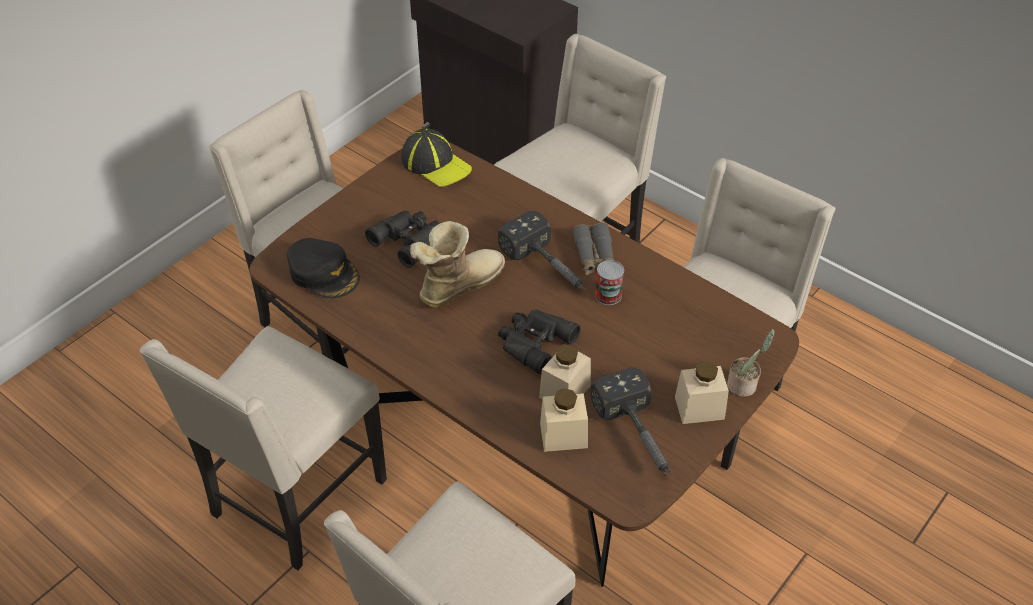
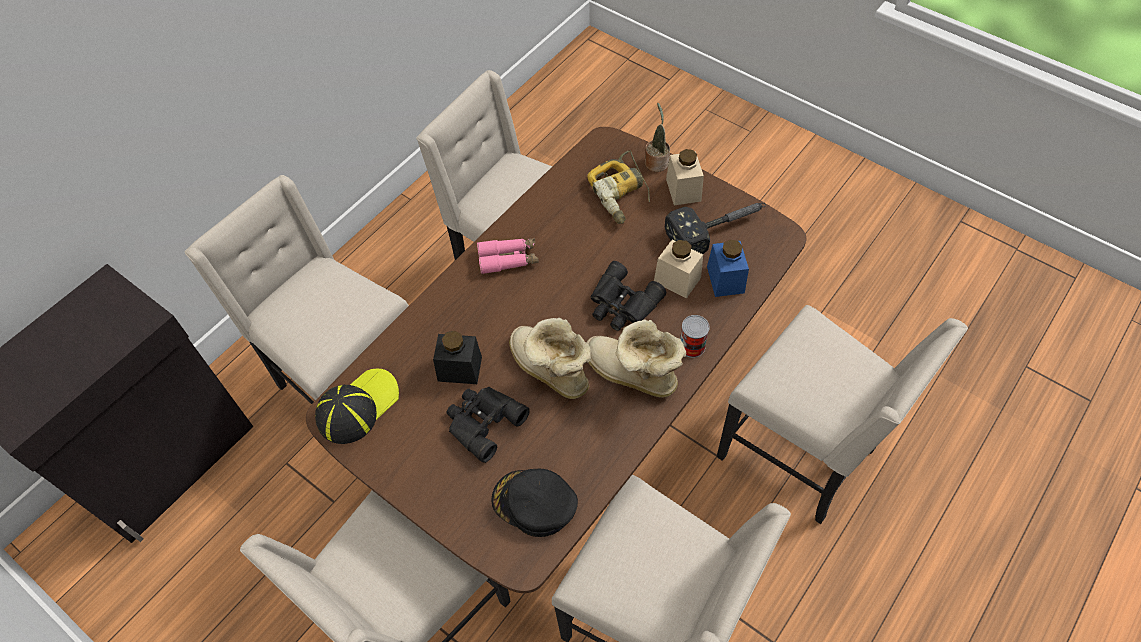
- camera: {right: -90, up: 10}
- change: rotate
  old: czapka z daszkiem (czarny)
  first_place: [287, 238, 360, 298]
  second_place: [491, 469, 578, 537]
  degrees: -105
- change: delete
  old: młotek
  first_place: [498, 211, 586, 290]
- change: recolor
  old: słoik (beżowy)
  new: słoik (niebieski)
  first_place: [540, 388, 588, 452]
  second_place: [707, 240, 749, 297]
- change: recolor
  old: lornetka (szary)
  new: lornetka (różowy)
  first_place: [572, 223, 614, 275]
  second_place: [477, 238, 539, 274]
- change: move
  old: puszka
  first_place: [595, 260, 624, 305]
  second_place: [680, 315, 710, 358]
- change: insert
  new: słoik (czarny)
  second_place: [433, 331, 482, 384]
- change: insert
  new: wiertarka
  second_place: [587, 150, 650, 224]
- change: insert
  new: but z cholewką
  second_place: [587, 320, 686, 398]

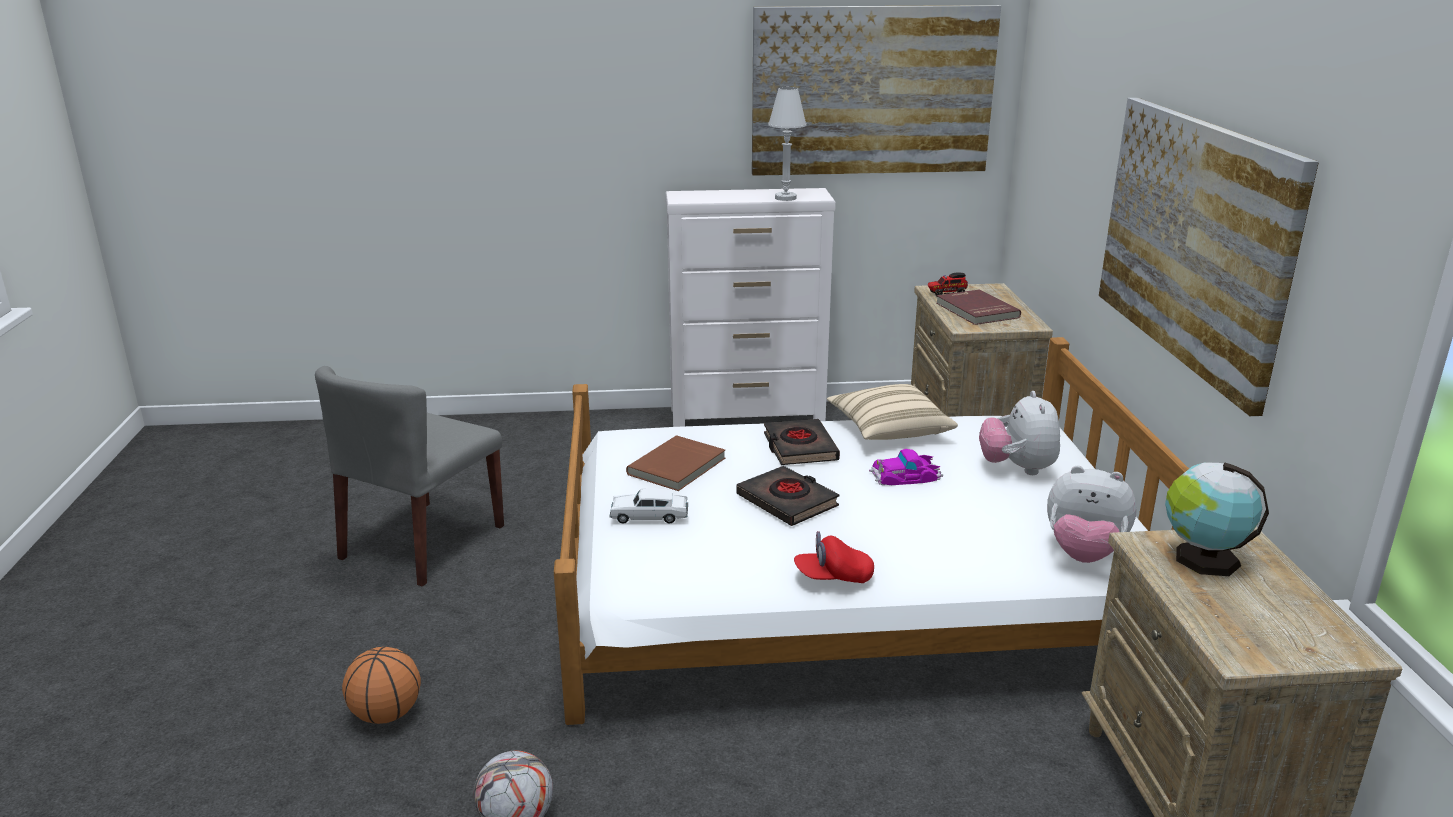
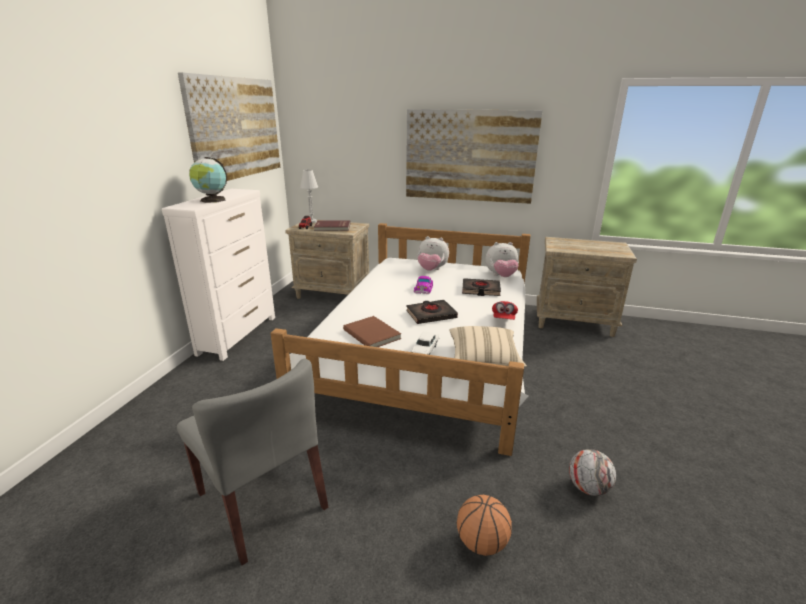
- camera: {right: -70, up: 0}
- change: move
  old: książka (czarny)
  first_place: [764, 419, 840, 465]
  second_place: [462, 278, 501, 296]
- change: move
  old: lampa stołowa (biały)
  first_place: [768, 87, 807, 201]
  second_place: [300, 170, 318, 223]
- change: move
  old: poduszka (beżowy)
  first_place: [827, 384, 958, 440]
  second_place: [449, 326, 527, 367]
- change: rotate
  old: pluszak
  first_place: [1047, 466, 1137, 563]
  second_place: [486, 242, 519, 277]
  degrees: 45
- change: move
  old: globus
  first_place: [1165, 462, 1269, 576]
  second_place: [189, 157, 227, 203]

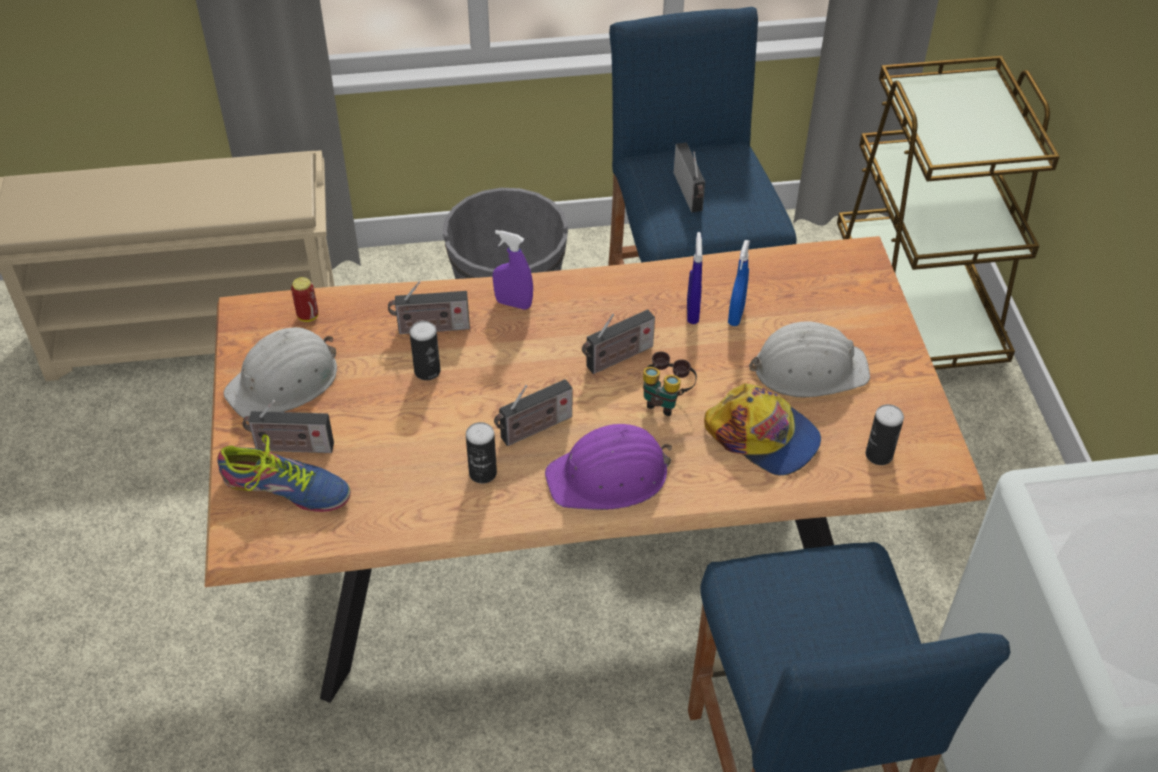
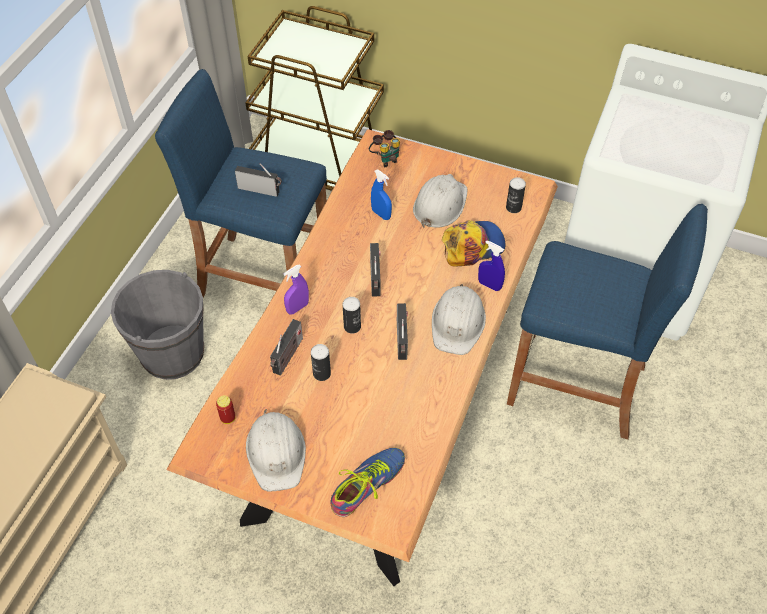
- camera: {right: -60, up: 5}
- change: delete
  old: radio
  first_place: [242, 400, 334, 453]
- change: move
  old: puszka
  first_place: [466, 422, 497, 484]
  second_place: [343, 297, 361, 334]
- change: recolor
  old: kask (fioletowy)
  new: kask (biały)
  first_place: [545, 424, 672, 510]
  second_place: [432, 284, 486, 355]
- change: move
  old: lornetka
  first_place: [643, 351, 697, 416]
  second_place: [369, 130, 400, 167]
- change: move
  old: spryskiwacz (niebieski)
  first_place: [687, 232, 703, 324]
  second_place: [478, 240, 505, 291]

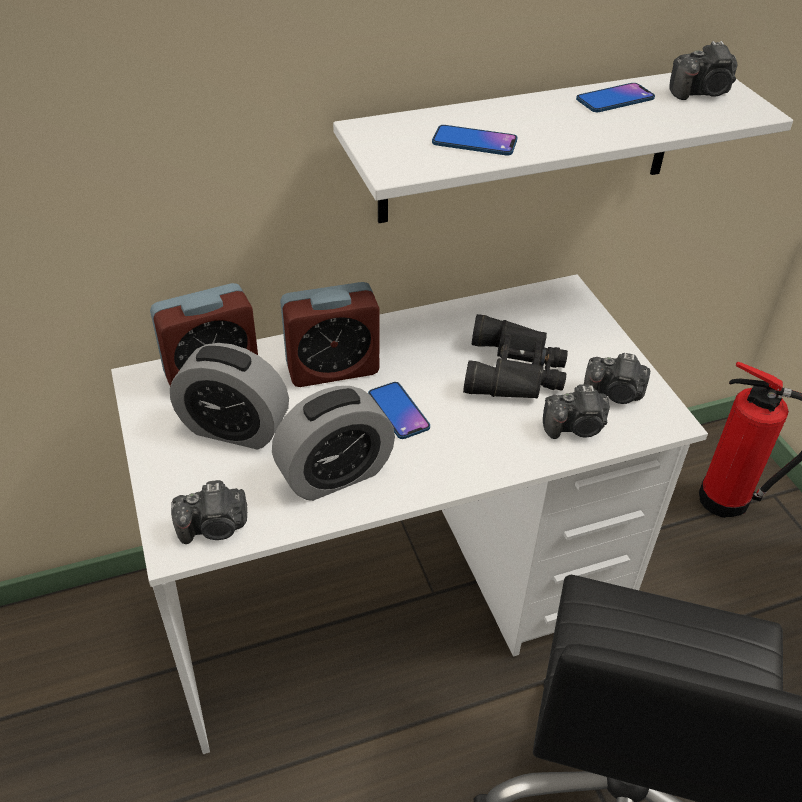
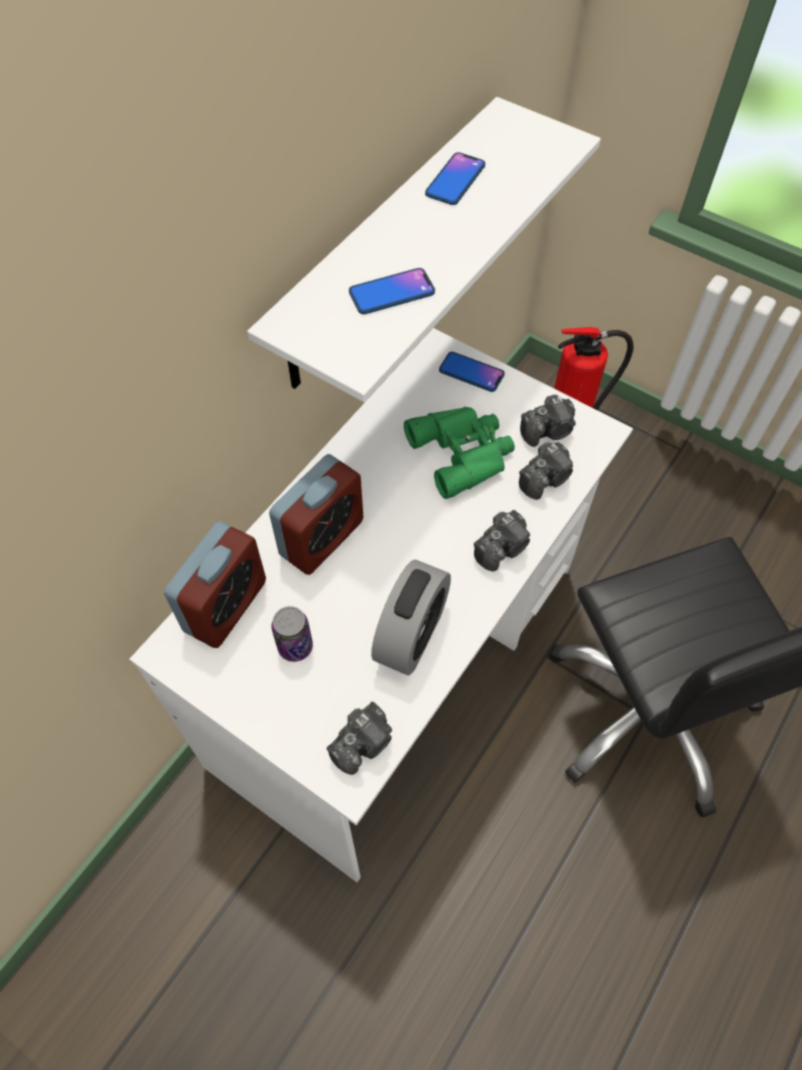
- camera: {right: -35, up: 15}
- change: replace
  old: budzik
  new: puszka
  first_place: [170, 343, 289, 449]
  second_place: [271, 606, 313, 662]
- change: move
  old: telefon
  first_place: [368, 382, 430, 439]
  second_place: [439, 352, 505, 392]
- change: recolor
  old: lornetka (czarny)
  new: lornetka (zielony)
  first_place: [463, 314, 568, 398]
  second_place: [404, 407, 515, 499]
- change: move
  old: aparat fotograficzny
  first_place: [669, 41, 738, 100]
  second_place: [474, 510, 530, 572]

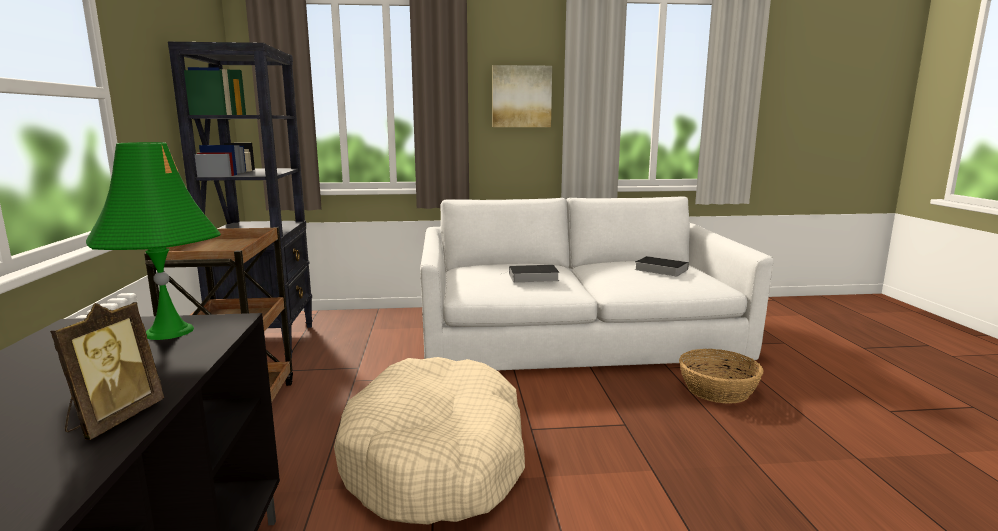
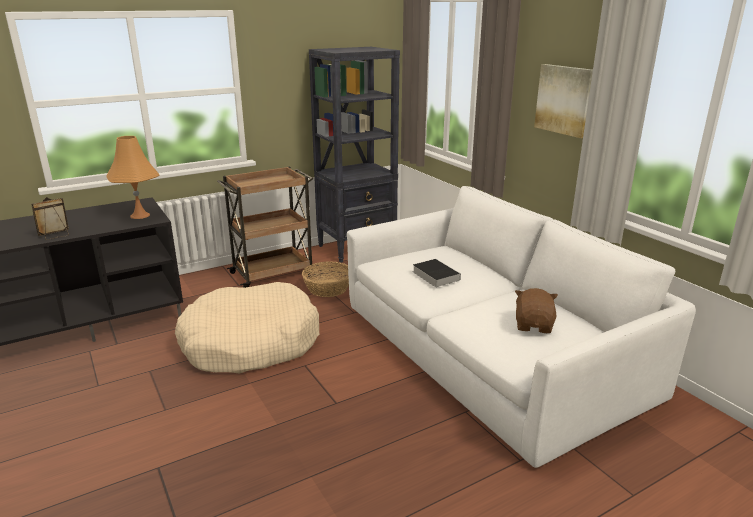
- camera: {right: 65, up: 10}
- change: rotate
  old: ramka na zdjęcie
  first_place: [50, 302, 164, 440]
  second_place: [31, 197, 69, 240]
  degrees: 150
- change: recolor
  old: lampa stołowa (zielony)
  new: lampa stołowa (pomarańczowy)
  first_place: [86, 142, 221, 340]
  second_place: [106, 136, 159, 219]
- change: replace
  old: książka
  new: pluszak (brązowy)
  first_place: [635, 256, 689, 276]
  second_place: [515, 288, 558, 333]
- change: move
  old: koszyk
  first_place: [679, 349, 764, 404]
  second_place: [302, 261, 349, 297]

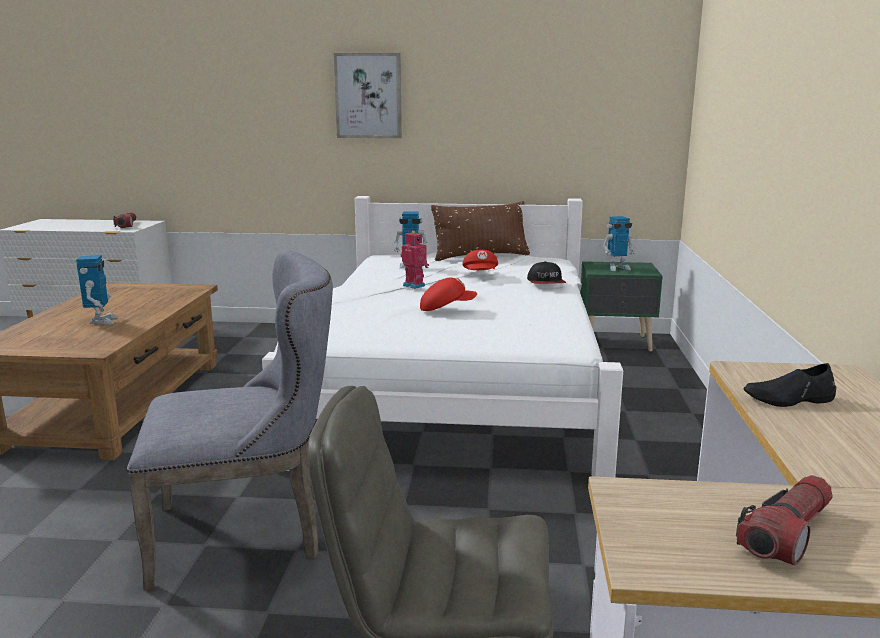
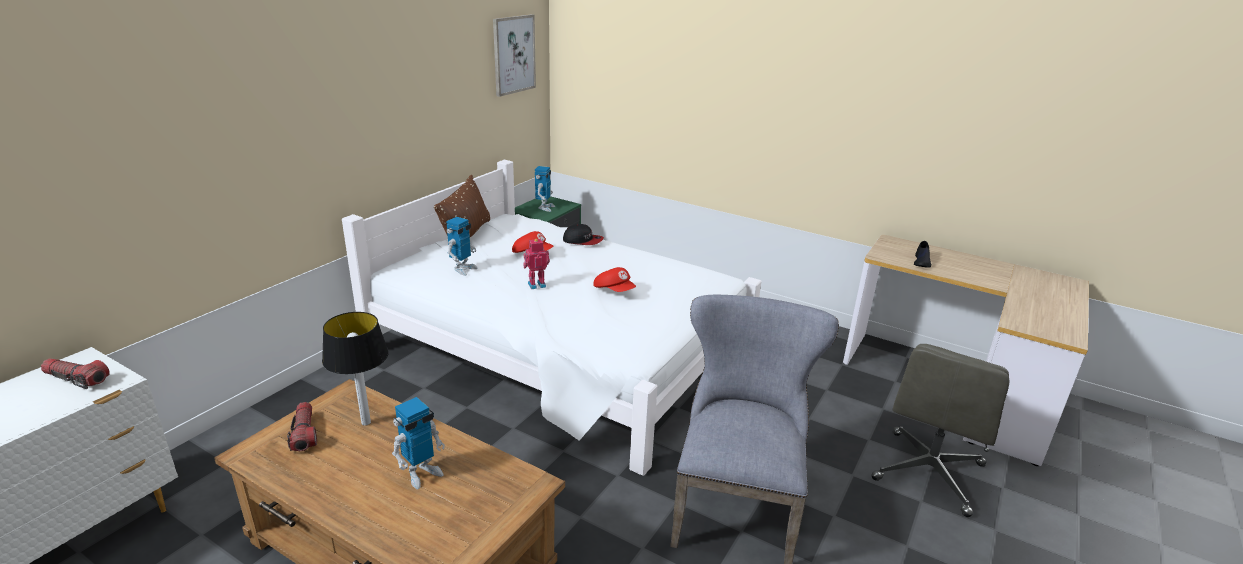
- camera: {right: -65, up: 10}
- change: rotate
  old: robot zabawkowy
  first_place: [76, 255, 119, 325]
  second_place: [392, 397, 445, 489]
  degrees: 120
- change: move
  old: obraz
  first_place: [334, 53, 402, 138]
  second_place: [493, 14, 536, 97]
- change: rotate
  old: czapka z daszkiem (czerwony)
  first_place: [420, 278, 477, 311]
  second_place: [593, 267, 636, 292]
  degrees: 120
- change: move
  old: latarka
  first_place: [736, 475, 833, 566]
  second_place: [287, 402, 317, 451]
- change: insert
  new: lampa stołowa
  second_place: [322, 312, 389, 426]

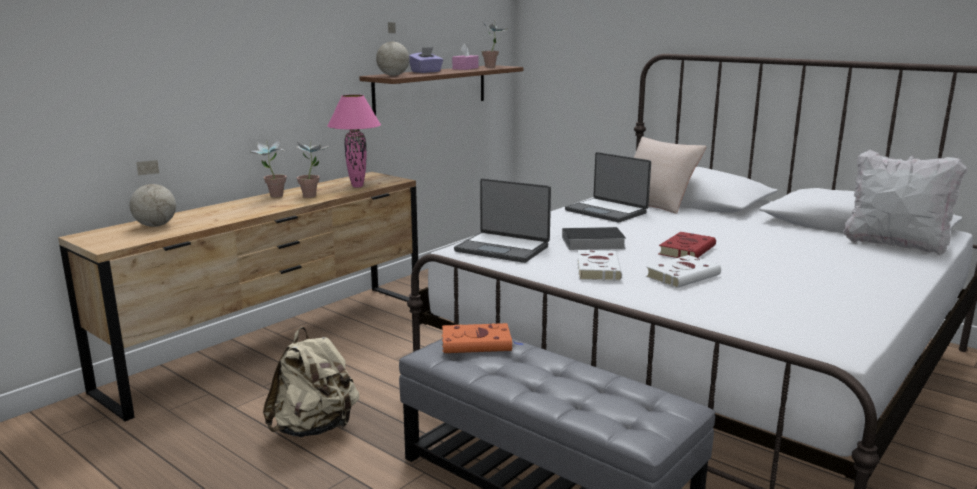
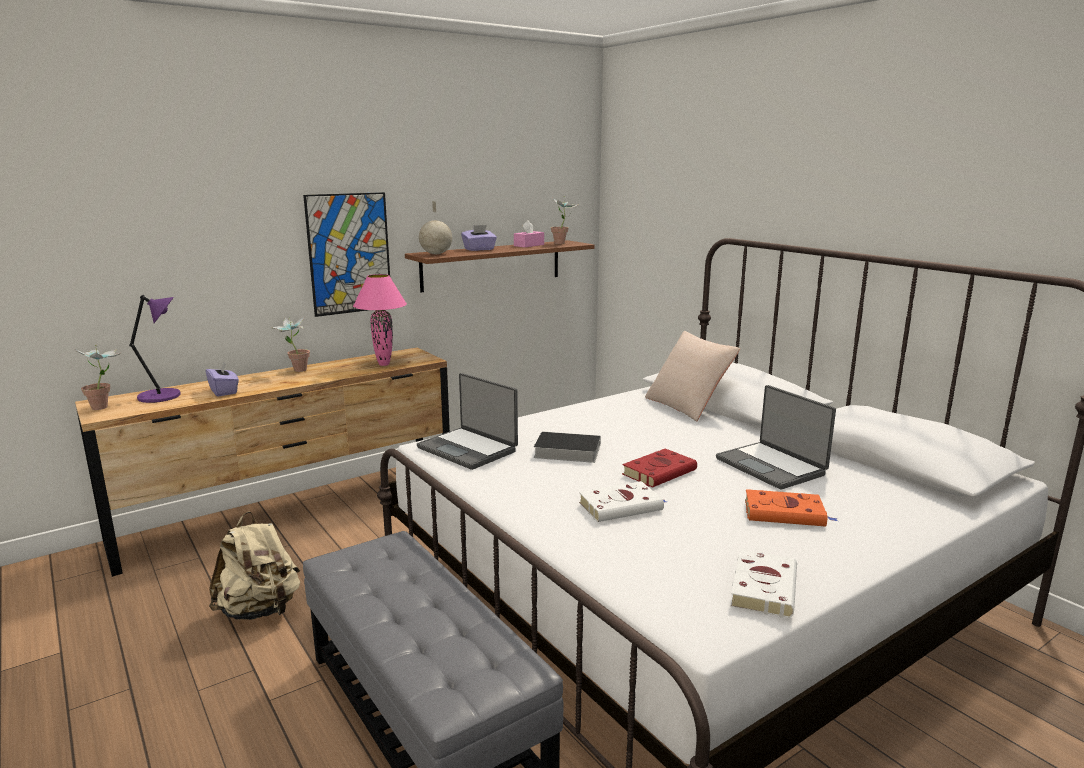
- camera: {right: 15, up: 0}
- change: replace
  old: globus
  new: lampa stołowa (fioletowy)
  first_place: [130, 160, 176, 227]
  second_place: [129, 295, 181, 403]
- change: move
  old: roślina doniczkowa
  first_place: [297, 139, 329, 198]
  second_place: [75, 345, 122, 410]
- change: move
  old: książka (pomarańczowy)
  first_place: [442, 323, 524, 353]
  second_place: [745, 489, 838, 527]
- change: move
  old: laptop
  first_place: [565, 152, 651, 222]
  second_place: [716, 385, 836, 489]
- change: move
  old: książka (biały)
  first_place: [577, 250, 622, 281]
  second_place: [730, 549, 797, 618]
- change: delete
  old: poduszka (biały)
  first_place: [843, 149, 968, 255]
- change: insert
  new: pudełko chusteczek (fioletowy)
  second_place: [205, 361, 239, 397]
- change: insert
  new: obraz
  second_place: [303, 192, 390, 317]

